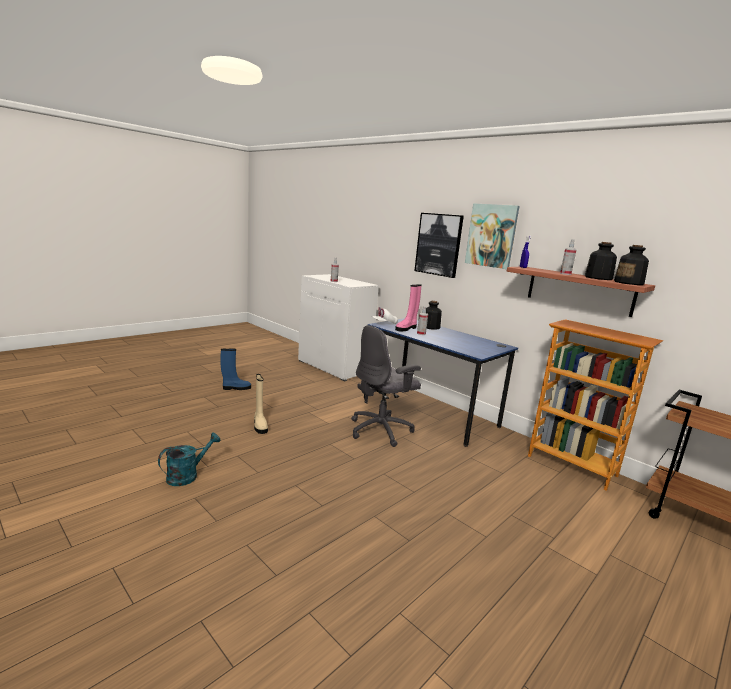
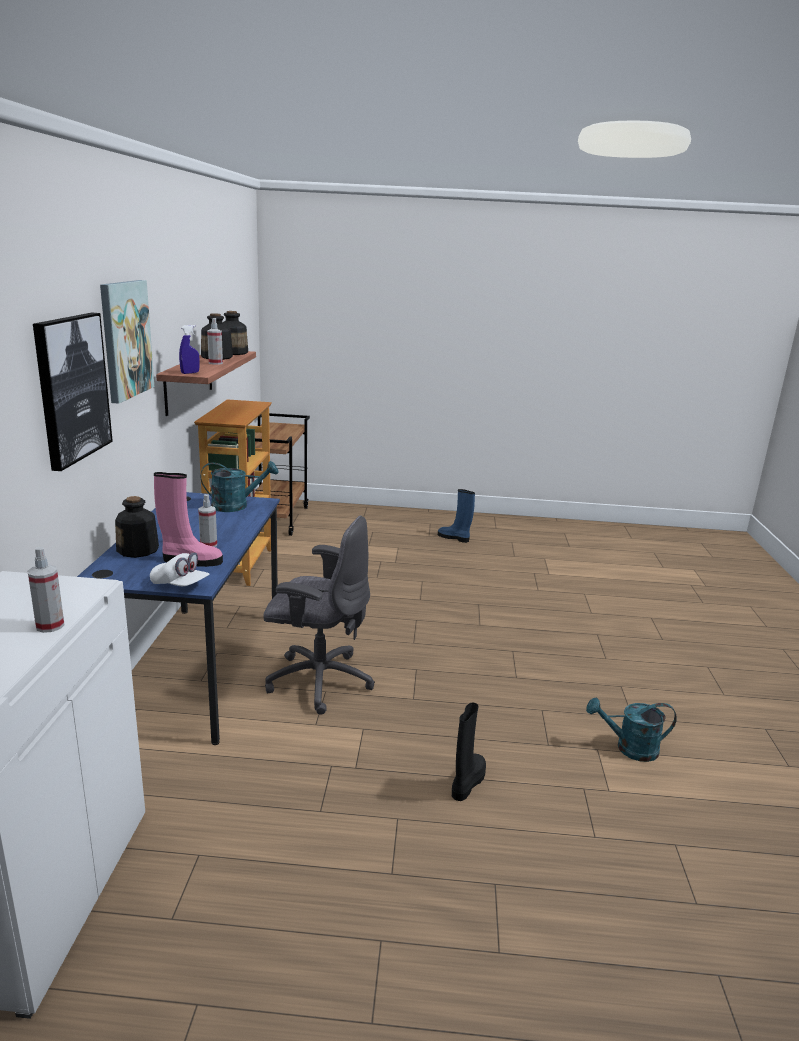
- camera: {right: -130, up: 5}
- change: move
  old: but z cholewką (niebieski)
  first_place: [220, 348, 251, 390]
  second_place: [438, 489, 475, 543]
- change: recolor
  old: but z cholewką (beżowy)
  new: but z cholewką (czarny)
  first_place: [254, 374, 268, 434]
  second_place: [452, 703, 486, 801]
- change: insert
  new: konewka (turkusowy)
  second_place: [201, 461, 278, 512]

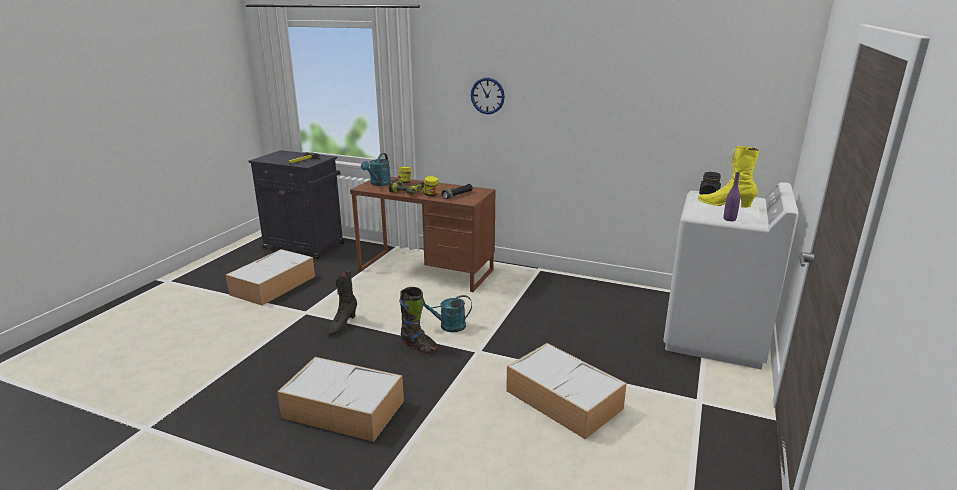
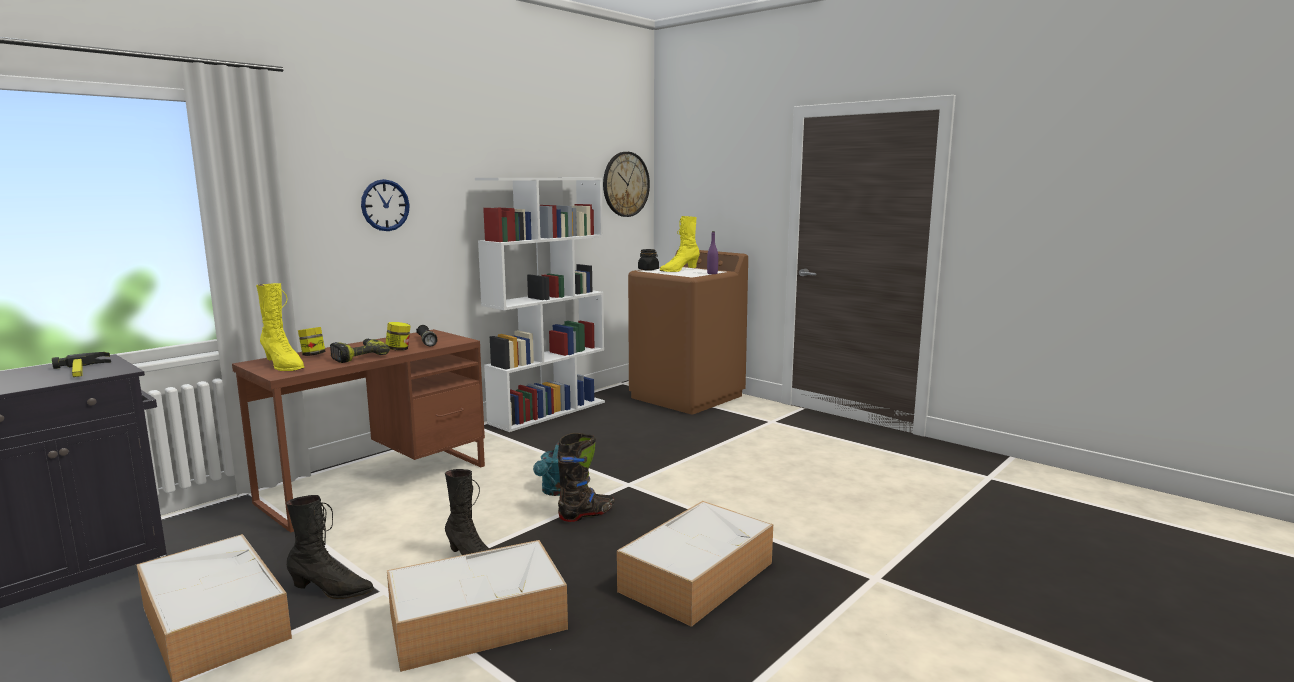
- camera: {right: -70, up: -10}
- change: replace
  old: konewka (turkusowy)
  new: but z cholewką (żółty)
  first_place: [361, 153, 391, 186]
  second_place: [256, 283, 305, 371]
- change: move
  old: pojemnik do przechowywania
  first_place: [506, 343, 627, 439]
  second_place: [387, 540, 568, 672]
- change: recolor
  old: pralka (biały)
  new: pralka (brązowy)
  first_place: [663, 182, 799, 370]
  second_place: [628, 250, 748, 414]
- change: insert
  new: but z cholewką (czarny)
  second_place: [287, 495, 374, 599]
- change: insert
  new: regał (biały)
  second_place: [475, 178, 605, 432]
- change: insert
  new: zegar ścienny
  second_place: [603, 152, 650, 217]

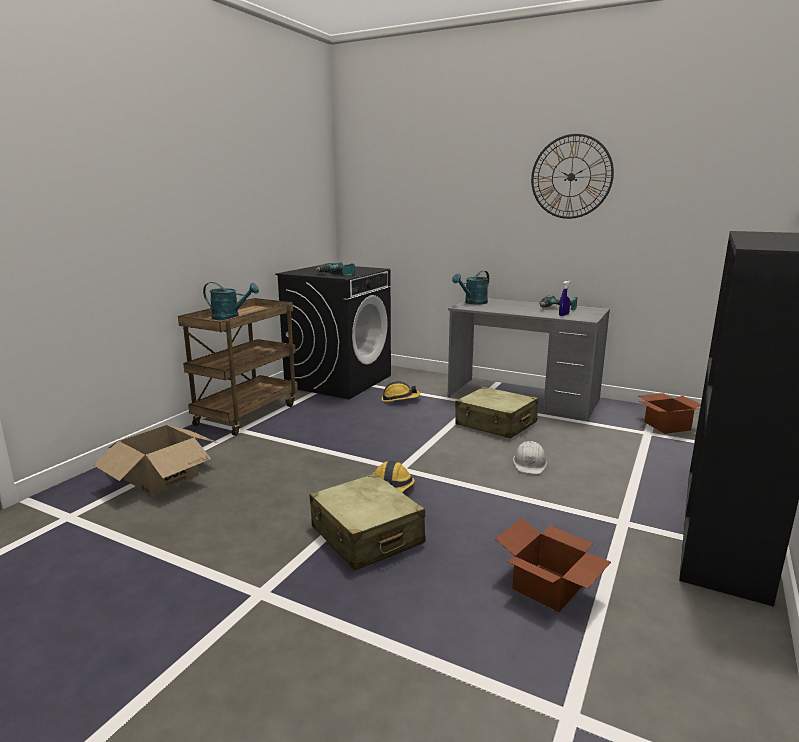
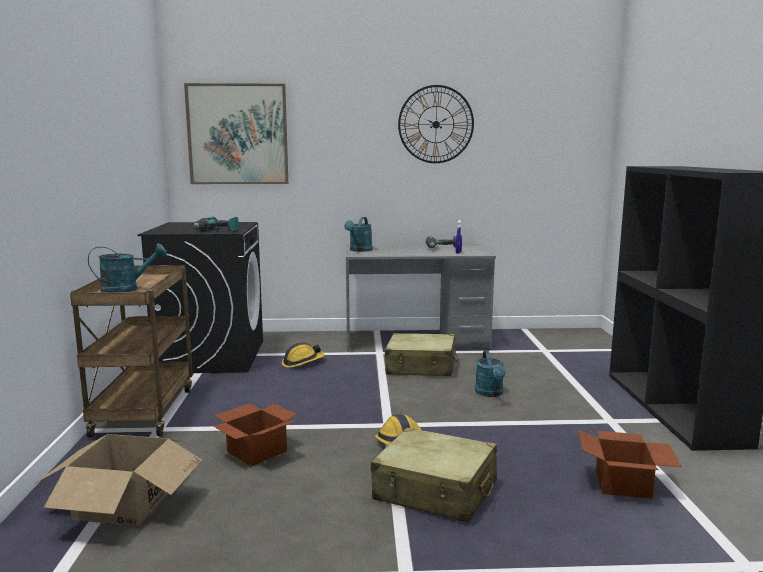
- camera: {right: -30, up: -5}
- change: replace
  old: kask (biały)
  new: konewka (turkusowy)
  first_place: [513, 441, 547, 474]
  second_place: [475, 350, 506, 397]
- change: move
  old: karton
  first_place: [639, 393, 701, 434]
  second_place: [213, 403, 298, 466]
- change: insert
  new: obraz
  second_place: [184, 83, 288, 184]

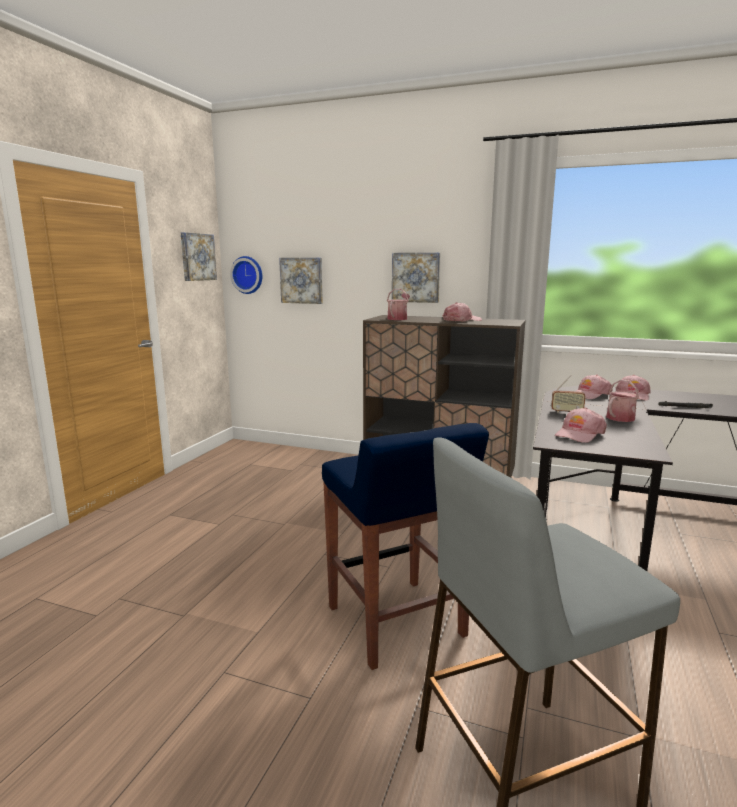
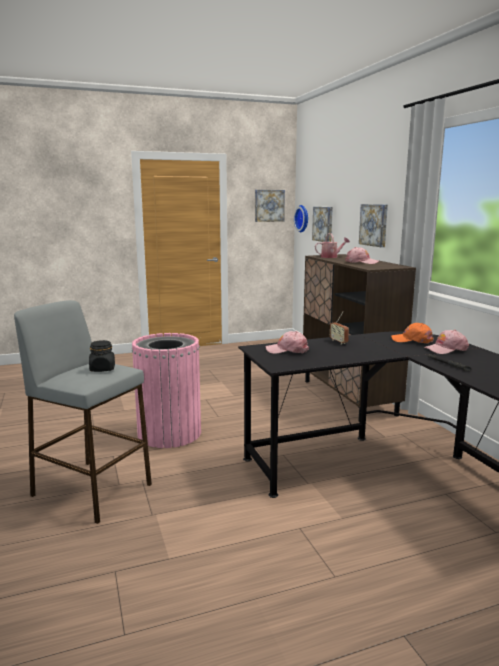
- camera: {right: 50, up: 0}
- change: replace
  old: stołek (niebieski)
  new: kosz na śmieci (różowy)
  first_place: [322, 423, 489, 670]
  second_place: [132, 333, 201, 448]
- change: recolor
  old: czapka z daszkiem (różowy)
  new: czapka z daszkiem (pomarańczowy)
  first_place: [576, 374, 613, 399]
  second_place: [391, 323, 434, 344]
- change: delete
  old: konewka
  first_place: [606, 379, 645, 422]
- change: insert
  new: słoik (czarny)
  second_place: [89, 340, 115, 372]

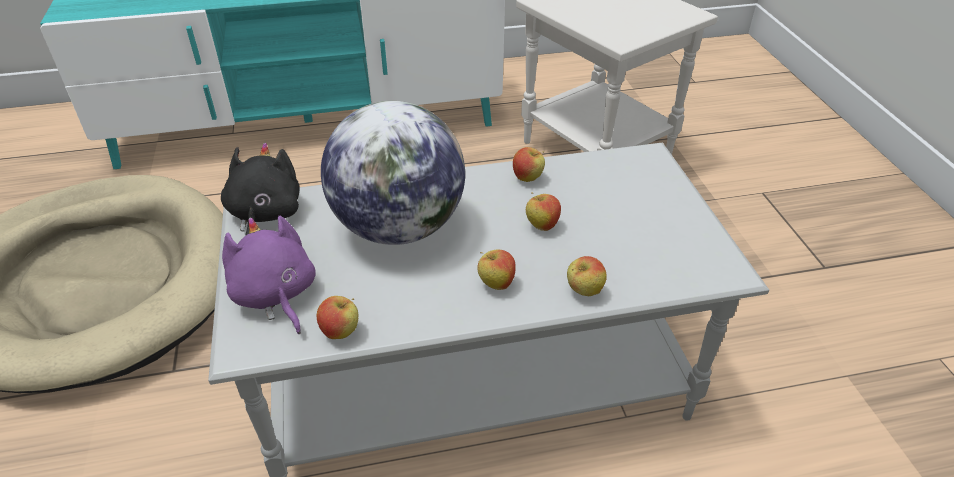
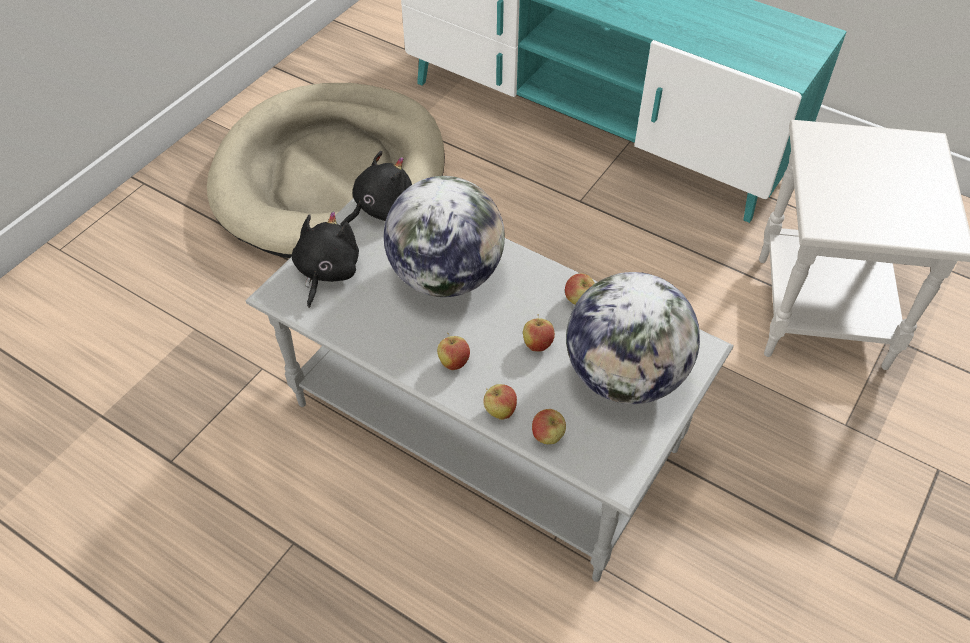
- camera: {right: 45, up: 10}
- change: recolor
  old: pluszak (fioletowy)
  new: pluszak (czarny)
  first_place: [222, 216, 316, 334]
  second_place: [292, 211, 359, 308]
- change: move
  old: jabłko
  first_place: [317, 296, 358, 339]
  second_place: [532, 409, 566, 444]
- change: insert
  new: globus
  second_place: [566, 272, 700, 404]

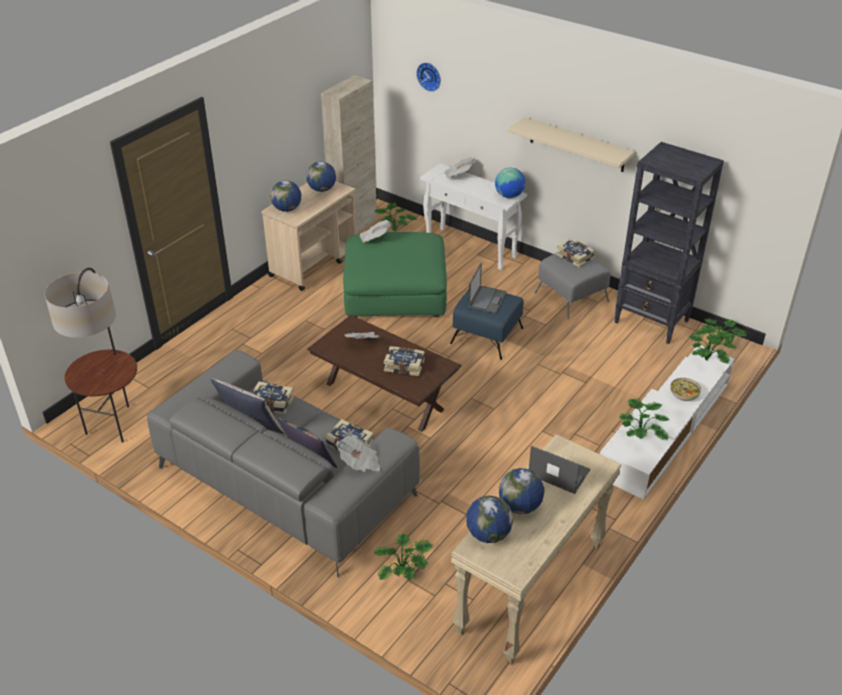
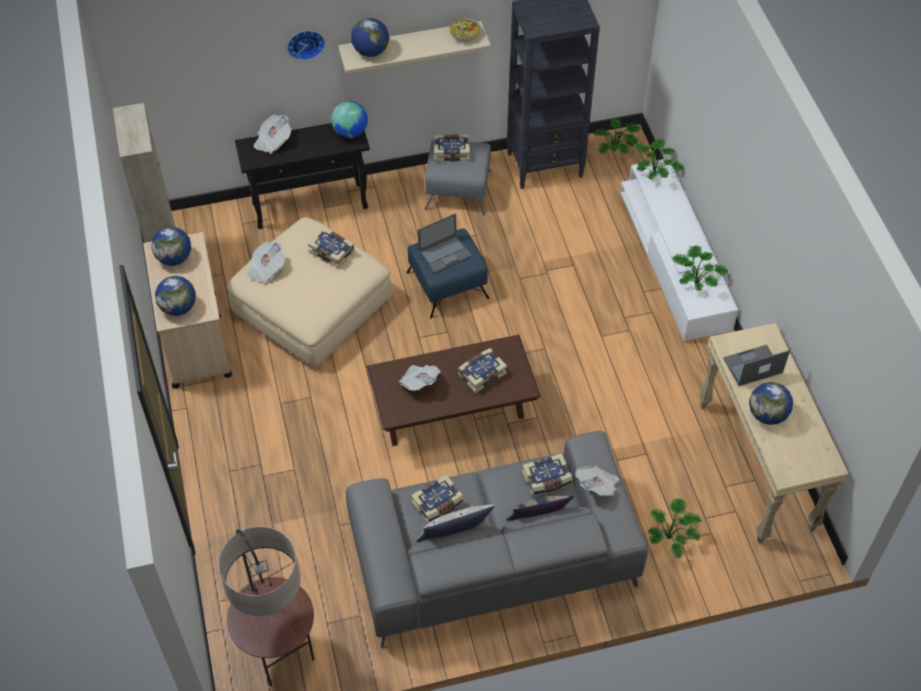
- camera: {right: -50, up: 15}
- change: recolor
  old: pufa (zielony)
  new: pufa (beżowy)
  first_place: [343, 232, 447, 318]
  second_place: [226, 217, 392, 367]
- change: delete
  old: roślina doniczkowa
  first_place: [375, 203, 417, 231]
- change: move
  old: zegar ścienny
  first_place: [416, 62, 441, 92]
  second_place: [287, 31, 325, 61]
- change: recolor
  old: stolik konsolowy (biały)
  new: stolik konsolowy (czarny)
  first_place: [420, 163, 527, 270]
  second_place: [235, 123, 370, 229]
- change: move
  old: globus
  first_place: [466, 495, 513, 543]
  second_place: [351, 18, 389, 57]
- change: rotate
  old: laptop
  first_place: [468, 263, 507, 313]
  second_place: [418, 213, 472, 273]
  degrees: 90
- change: move
  old: miska
  first_place: [670, 378, 701, 401]
  second_place: [449, 17, 480, 42]
- change: insert
  new: książka
  second_place: [308, 228, 355, 268]

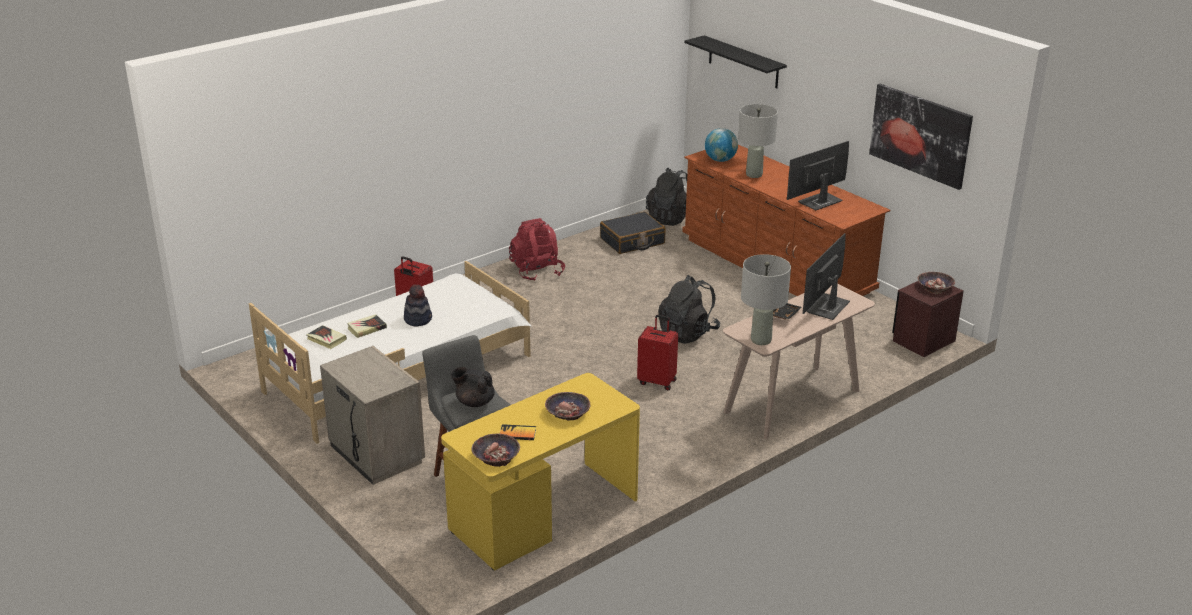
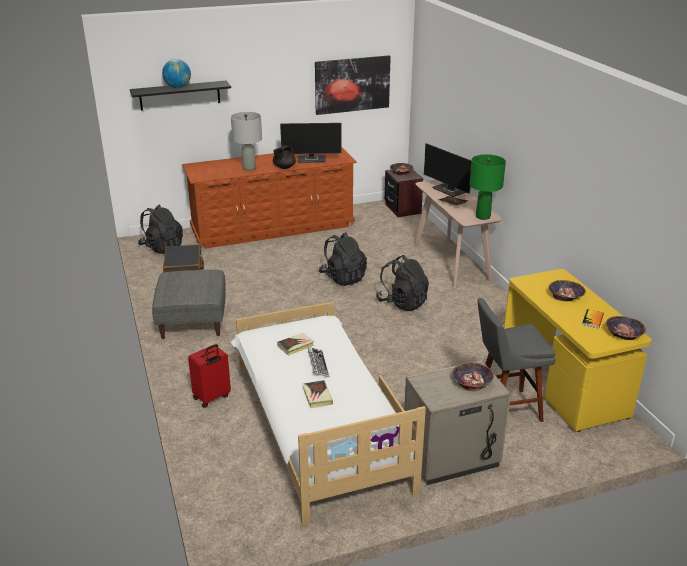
- camera: {right: -70, up: 0}
- change: move
  old: książka
  first_place: [306, 325, 347, 349]
  second_place: [277, 333, 314, 356]
- change: replace
  old: kapelusz
  new: klawiatura
  first_place: [404, 284, 432, 327]
  second_place: [308, 347, 330, 377]
- change: move
  old: imbryk (czarny)
  first_place: [451, 367, 494, 407]
  second_place: [273, 145, 296, 169]
- change: replace
  old: plecak (czerwony)
  new: pufa (szary)
  first_place: [509, 218, 565, 281]
  second_place: [152, 270, 226, 339]
- change: replace
  old: walizka (czerwony)
  new: plecak (czarny)
  first_place: [637, 315, 678, 391]
  second_place: [376, 255, 429, 311]
- change: move
  old: globus
  first_place: [705, 128, 738, 162]
  second_place: [162, 59, 191, 88]
- change: recolor
  old: lampa stołowa (szary)
  new: lampa stołowa (zielony)
  first_place: [741, 254, 791, 345]
  second_place: [470, 154, 506, 220]
- change: rotate
  old: monitor
  first_place: [787, 141, 849, 211]
  second_place: [280, 123, 341, 163]
  degrees: -75
- change: insert
  new: miska
  second_place: [452, 362, 494, 391]

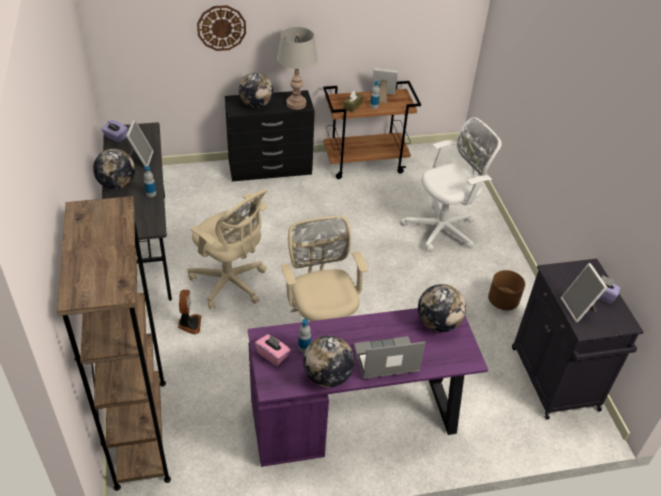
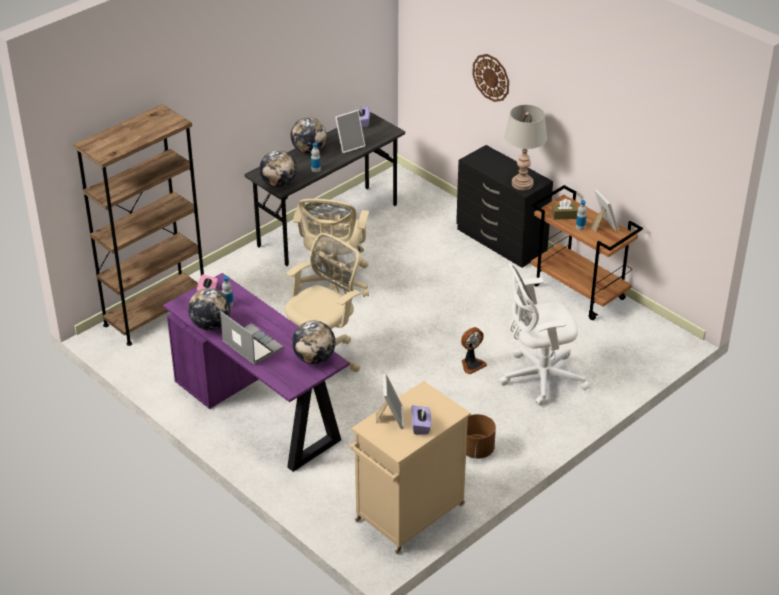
- camera: {right: 60, up: -5}
- change: move
  old: wentylator
  first_place: [178, 290, 201, 334]
  second_place: [461, 327, 487, 374]
- change: move
  old: globus
  first_place: [239, 73, 273, 108]
  second_place: [259, 150, 297, 188]
- change: rotate
  old: krzesło biurowe (biały)
  first_place: [400, 117, 501, 252]
  second_place: [499, 264, 590, 405]
  degrees: 135
- change: recolor
  old: szafka (czarny)
  new: szafka (beżowy)
  first_place: [512, 259, 644, 419]
  second_place: [350, 381, 471, 554]
- change: rotate
  old: ramka na zdjęcie
  first_place: [561, 263, 608, 322]
  second_place: [376, 373, 404, 429]
  degrees: 135

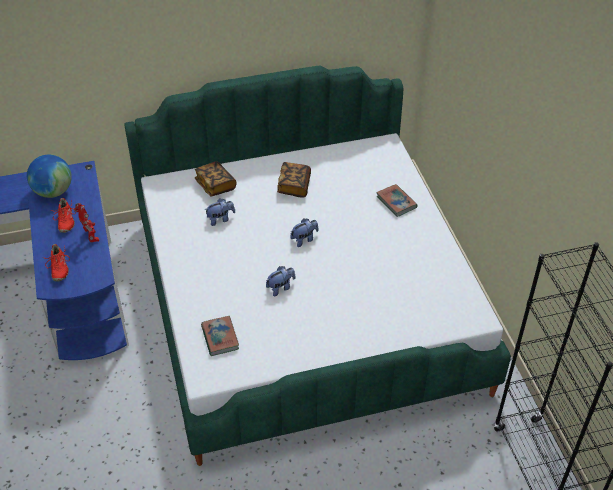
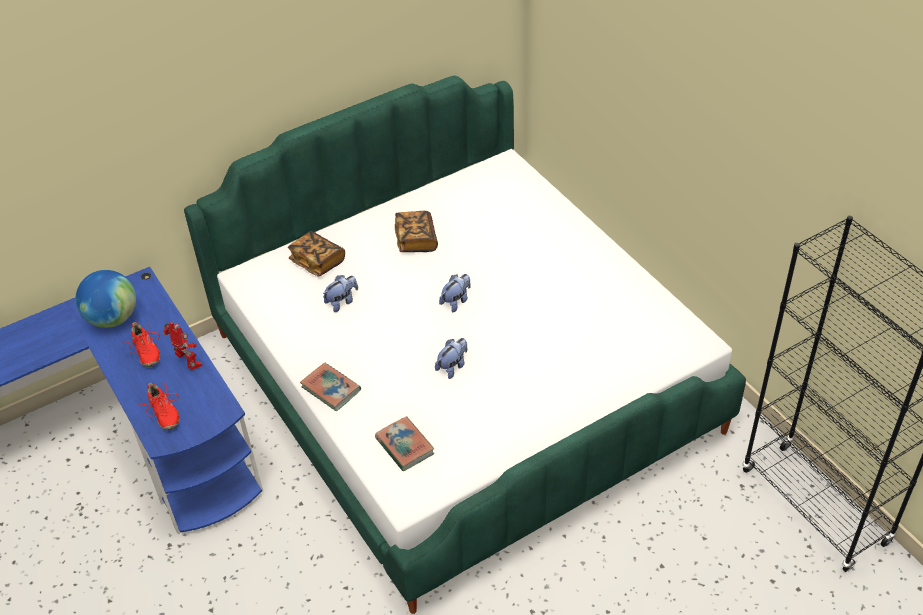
- camera: {right: -15, up: 0}
- change: move
  old: książka
  first_place: [376, 184, 418, 217]
  second_place: [300, 363, 361, 411]

